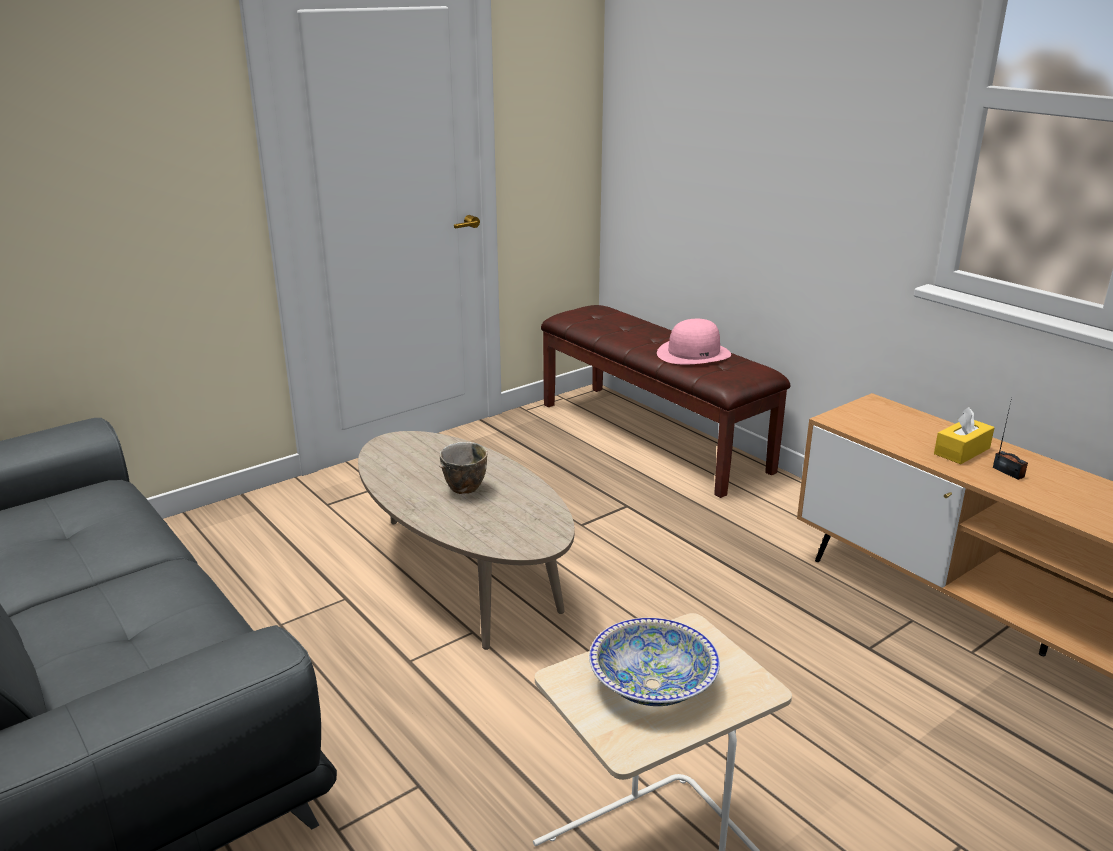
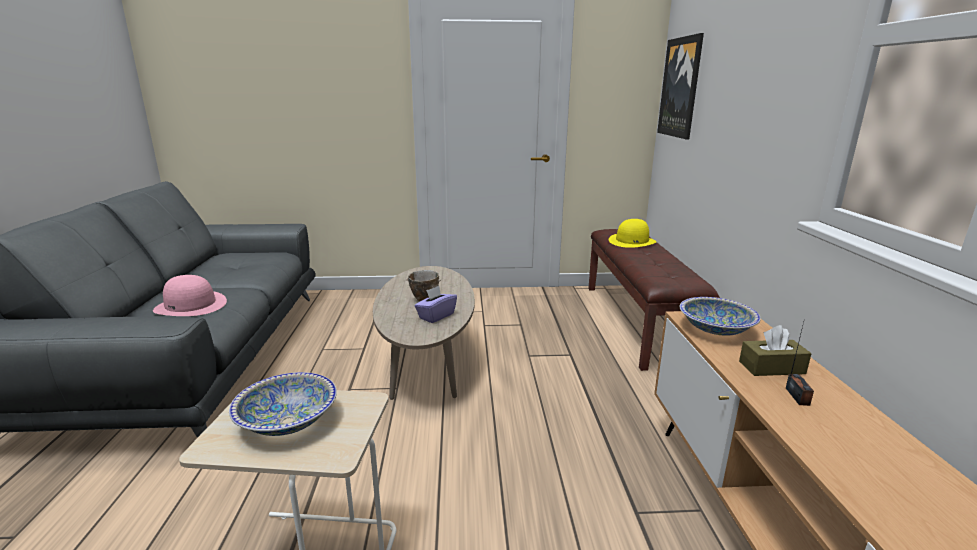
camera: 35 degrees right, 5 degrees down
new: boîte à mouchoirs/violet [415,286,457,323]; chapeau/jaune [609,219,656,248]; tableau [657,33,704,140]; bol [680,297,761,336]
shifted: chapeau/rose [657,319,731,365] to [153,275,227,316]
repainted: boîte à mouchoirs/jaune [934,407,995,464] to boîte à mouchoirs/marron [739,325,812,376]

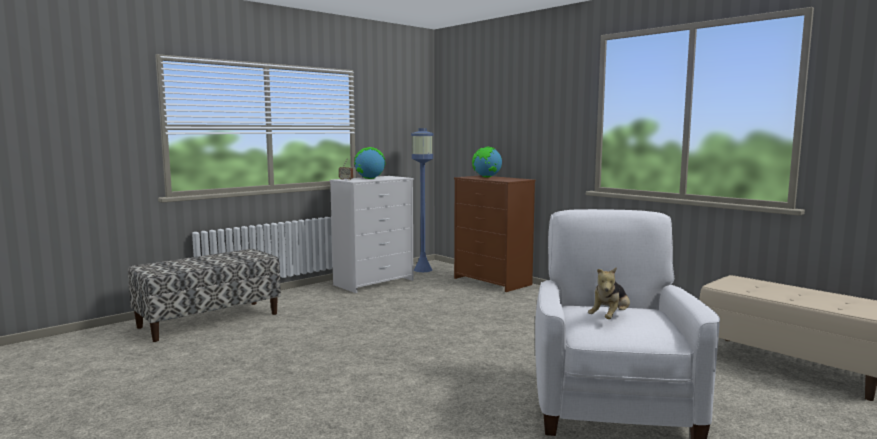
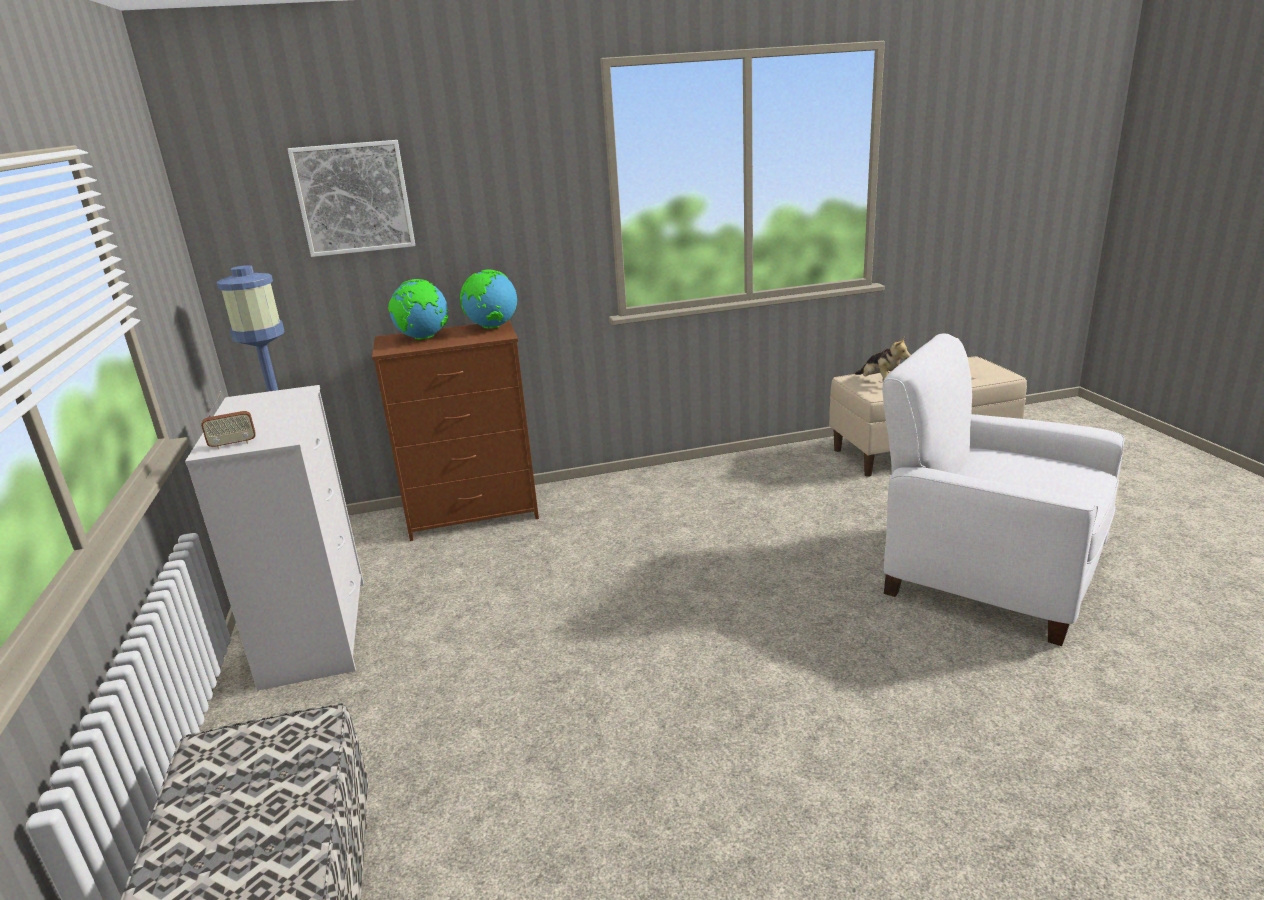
camera: 60 degrees left, 15 degrees up
new: tableau [288,140,415,257]
shifted: globe [354,147,385,179] to [460,270,517,329]; peluche [588,267,630,319] to [855,336,911,382]

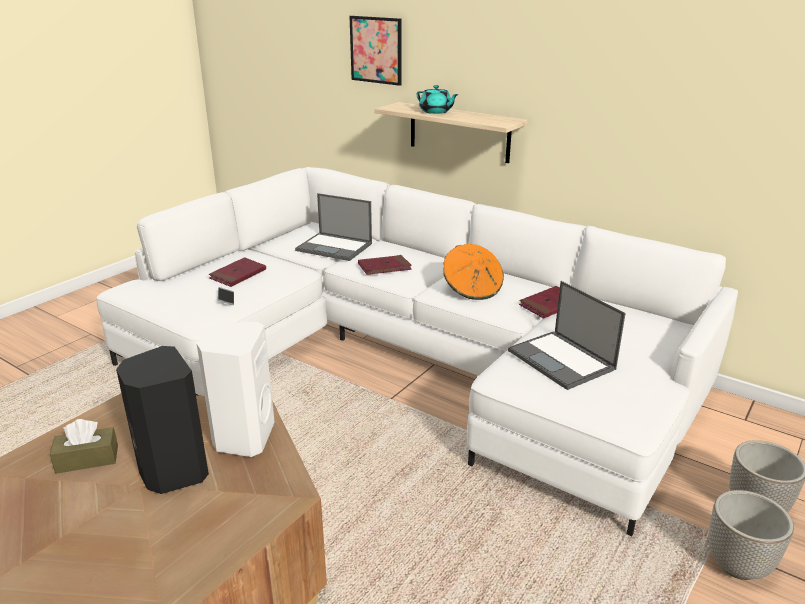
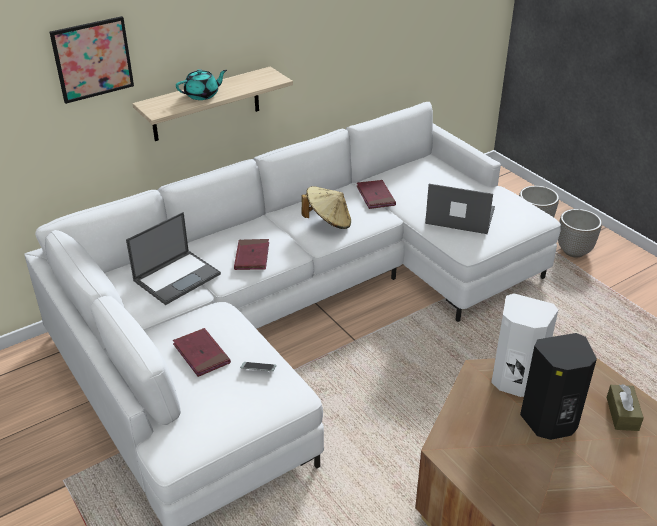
camera: 70 degrees left, 10 degrees up
shifted: boîte à mouchoirs/marron [50,419,118,474] to [607,384,644,431]
repainted: chapeau/orange [443,244,504,300] to chapeau/beige [301,186,351,229]
rotated: ordinateur portable [508,281,626,390] = [425,184,495,234] 150 degrees counterclockwise

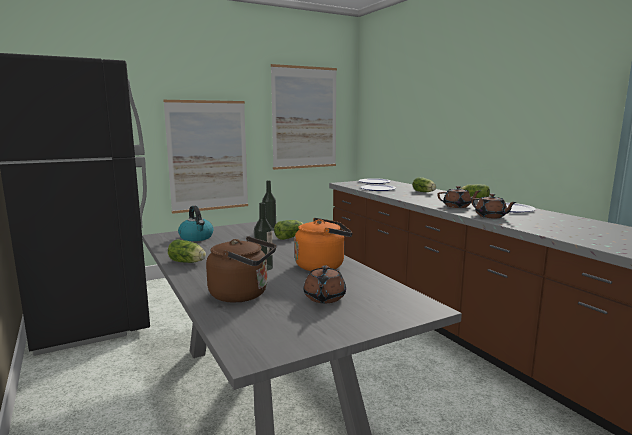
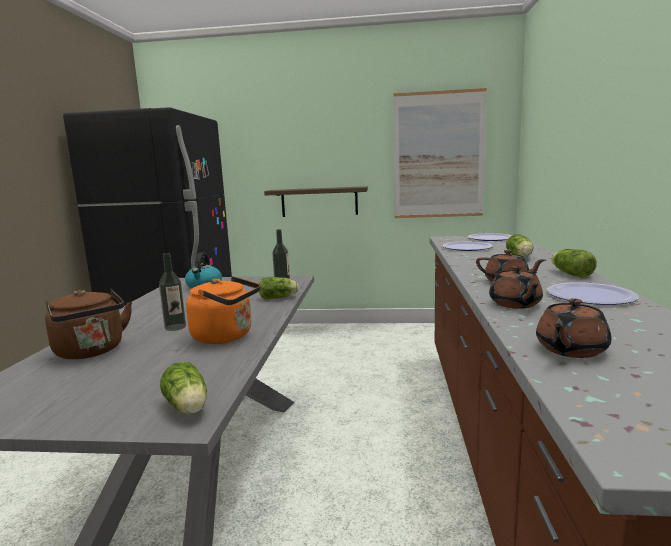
camera: 35 degrees right, 0 degrees up
shifted: laitue [168,239,206,263] to [160,361,207,414]; théière/marron [304,265,346,303] to [536,298,611,358]
swapped: tableau [163,100,248,214] to étagère [264,186,368,217]

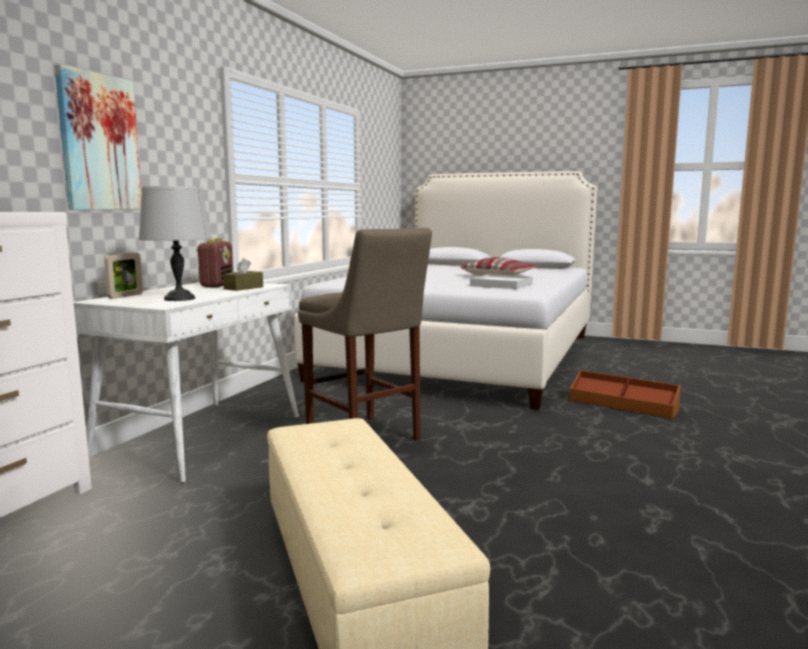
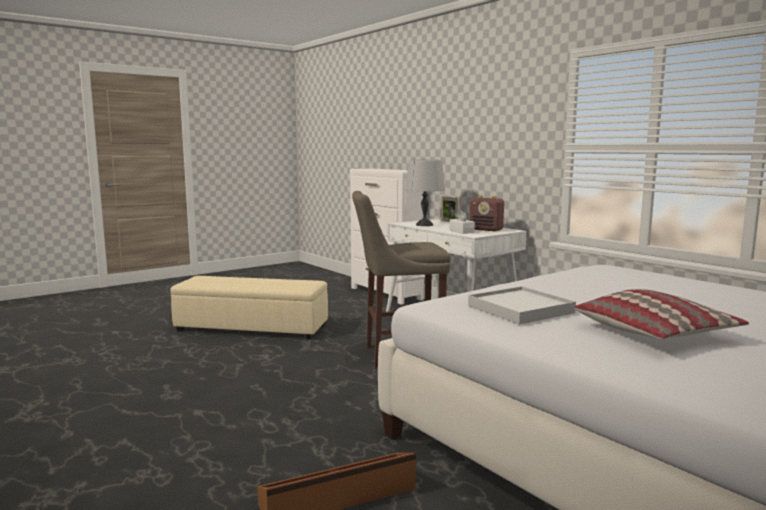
camera: 120 degrees right, 0 degrees up
gone: tableau [54,64,141,210]
repainted: boîte à mouchoirs/marron [223,258,263,291] to boîte à mouchoirs/blanc [449,210,475,234]

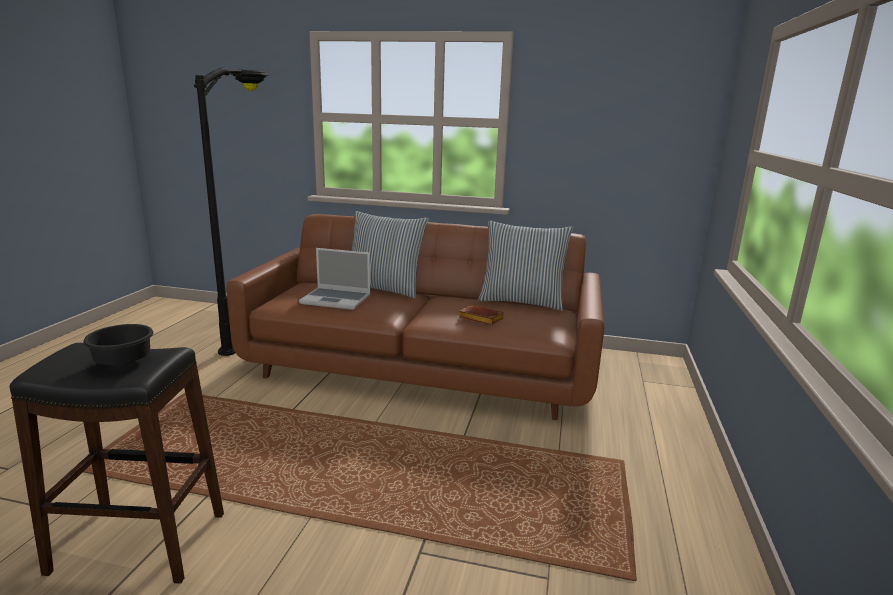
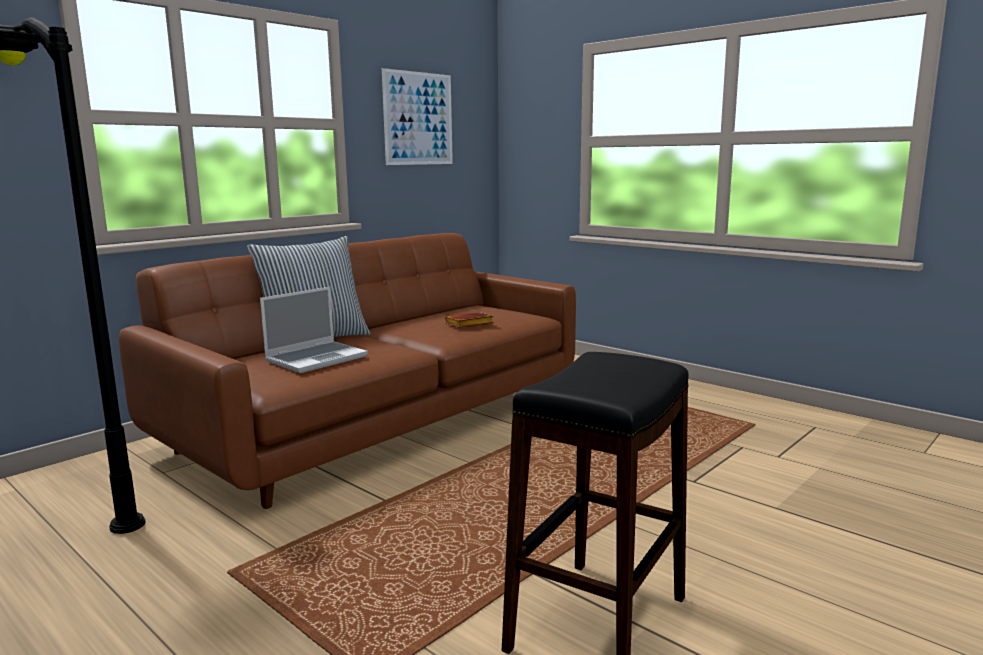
camera: 60 degrees left, 5 degrees down
gone: bol/noir [83,324,154,366]; coussin [478,221,573,311]
new: tableau [382,68,453,165]

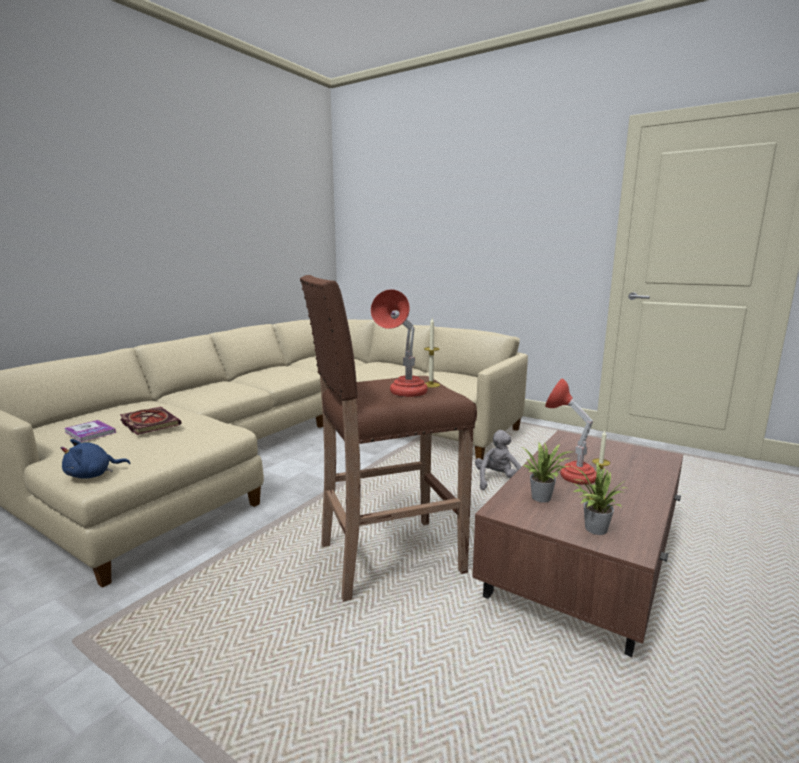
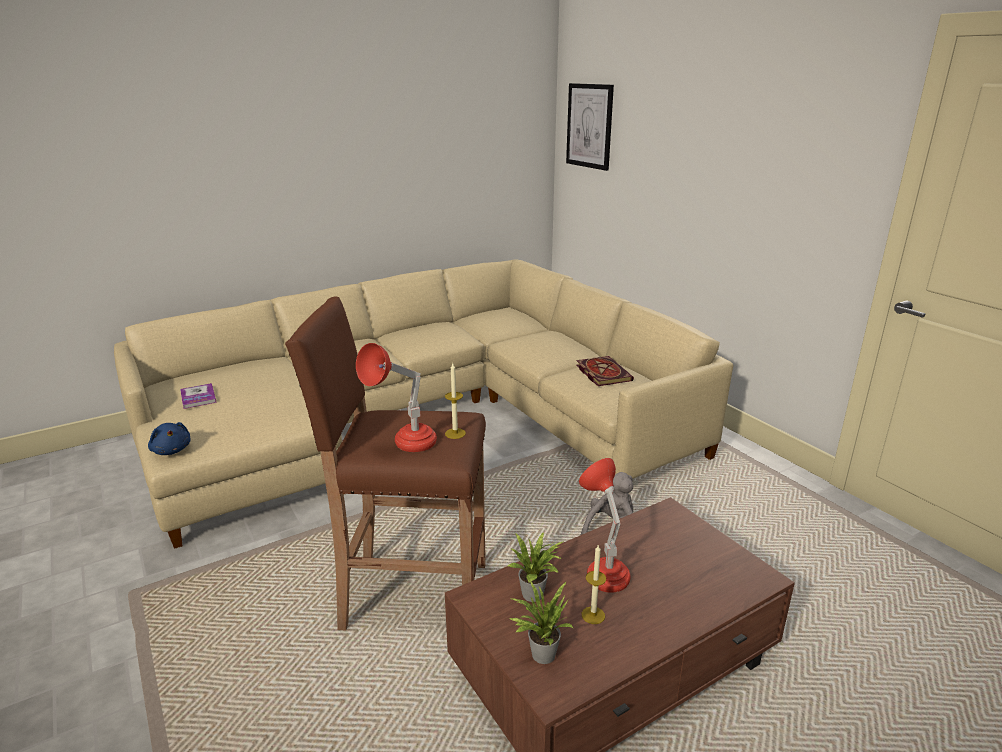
camera: 25 degrees right, 10 degrees up
new: tableau [566,83,614,171]
shifted: livre [120,407,181,435] to [576,356,634,386]
rotated: peluche/bleu [61,439,130,479] = [148,422,190,455] 120 degrees counterclockwise

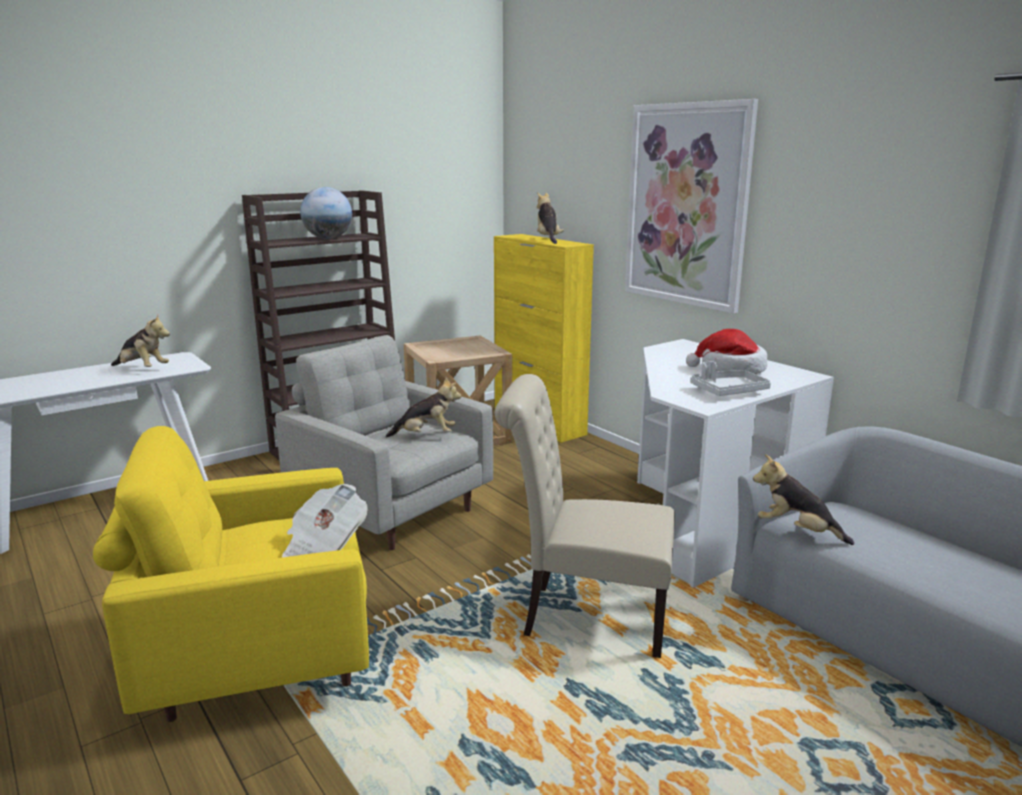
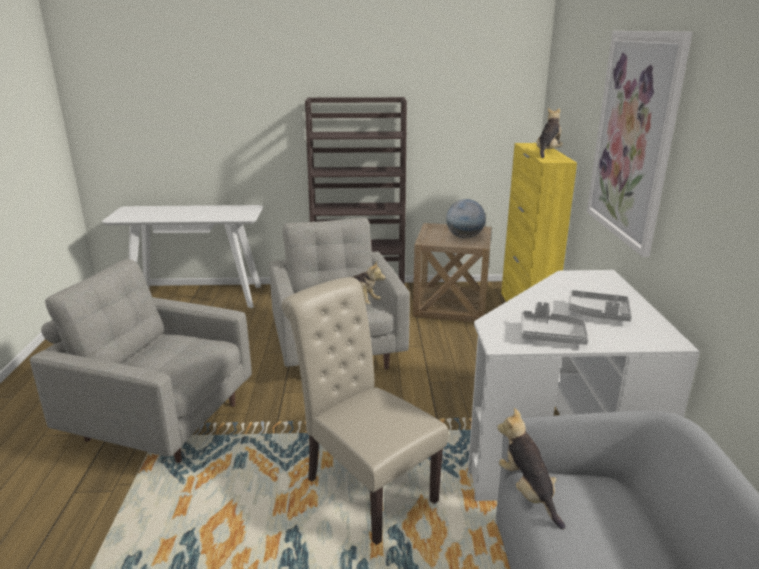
camera: 35 degrees right, 5 degrees up
gone: peluche [111,314,170,367]; journal [282,484,368,558]
shifted: globe [300,187,352,239] to [446,199,486,239]
swapped: chapeau [686,329,767,374] to plateau/gris [569,290,632,321]
repainted: fauteuil/jaune [93,426,369,722] to fauteuil/gris [30,259,252,463]

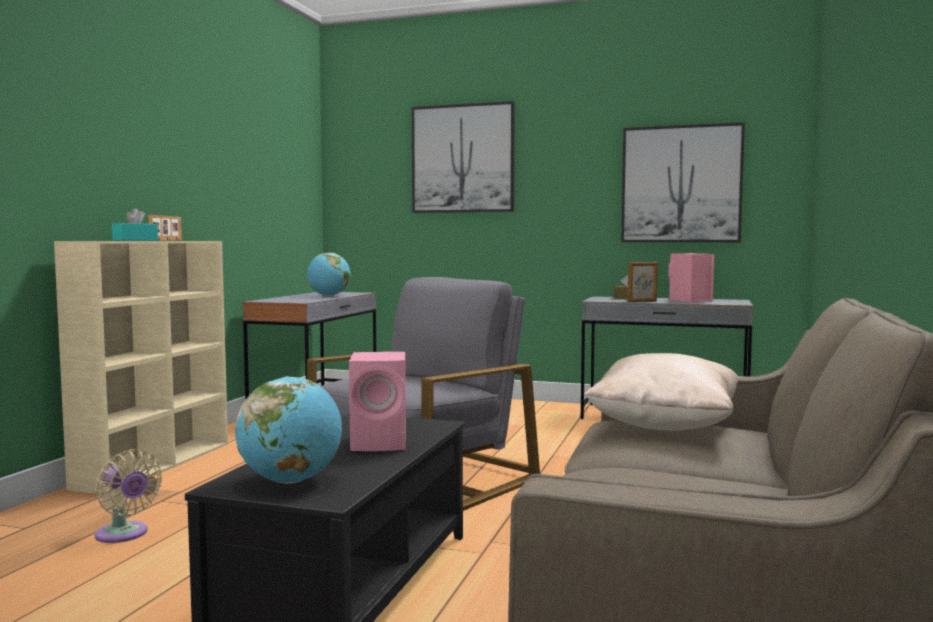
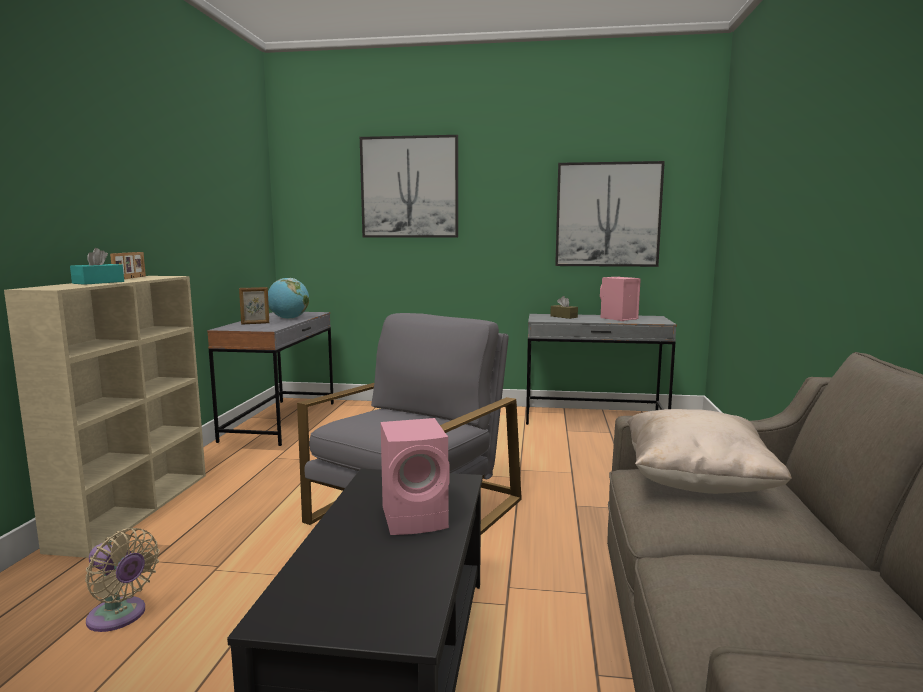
camera: 10 degrees left, 5 degrees up
gone: globe [235,376,342,484]
shifted: cadre photo [627,262,658,302] to [239,287,269,325]

